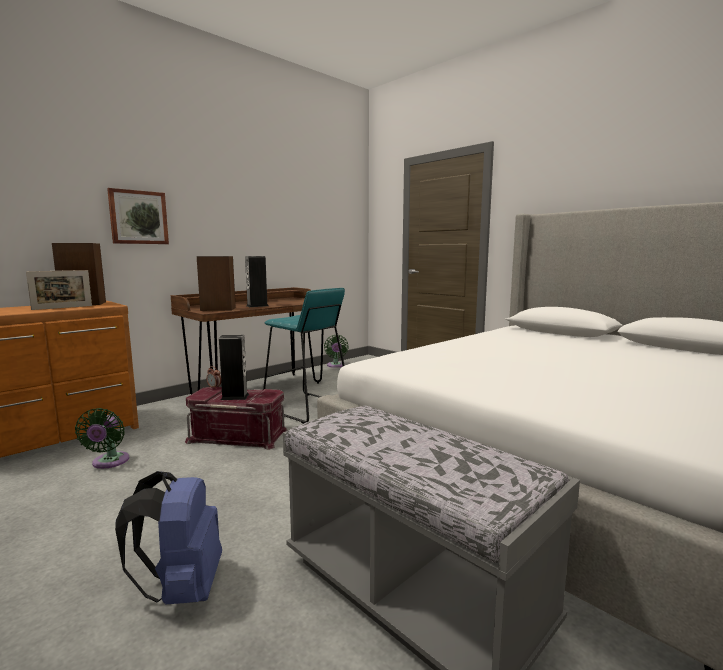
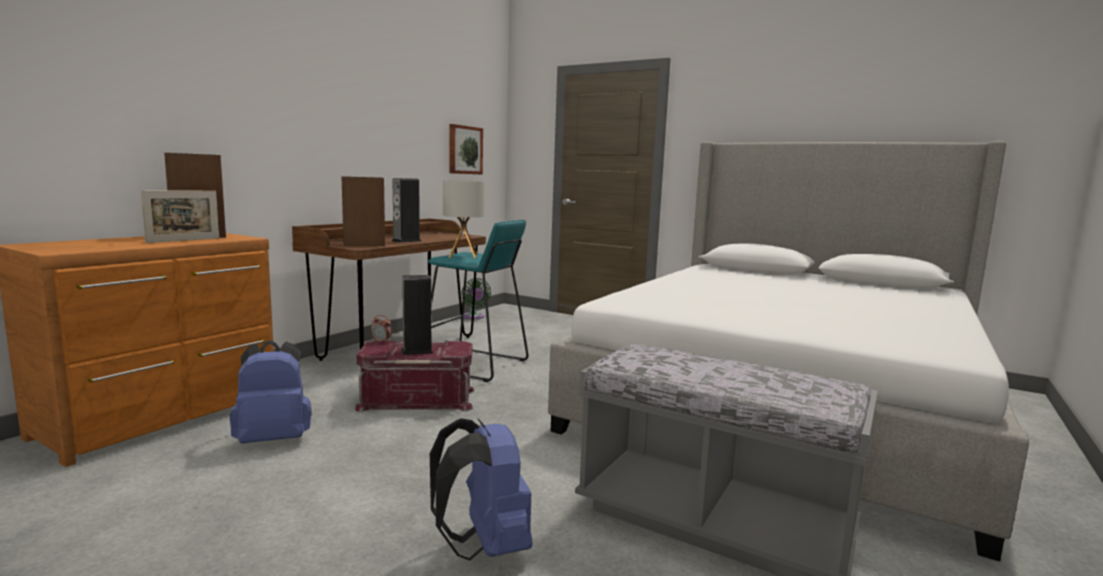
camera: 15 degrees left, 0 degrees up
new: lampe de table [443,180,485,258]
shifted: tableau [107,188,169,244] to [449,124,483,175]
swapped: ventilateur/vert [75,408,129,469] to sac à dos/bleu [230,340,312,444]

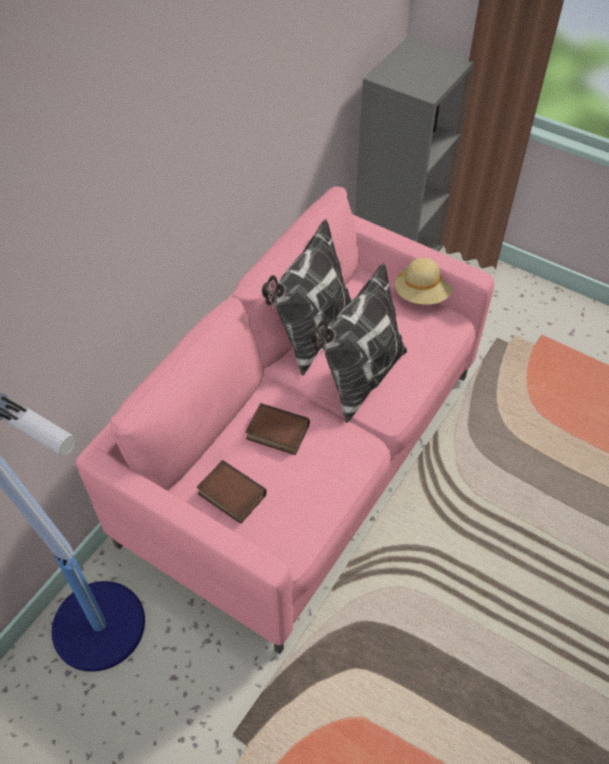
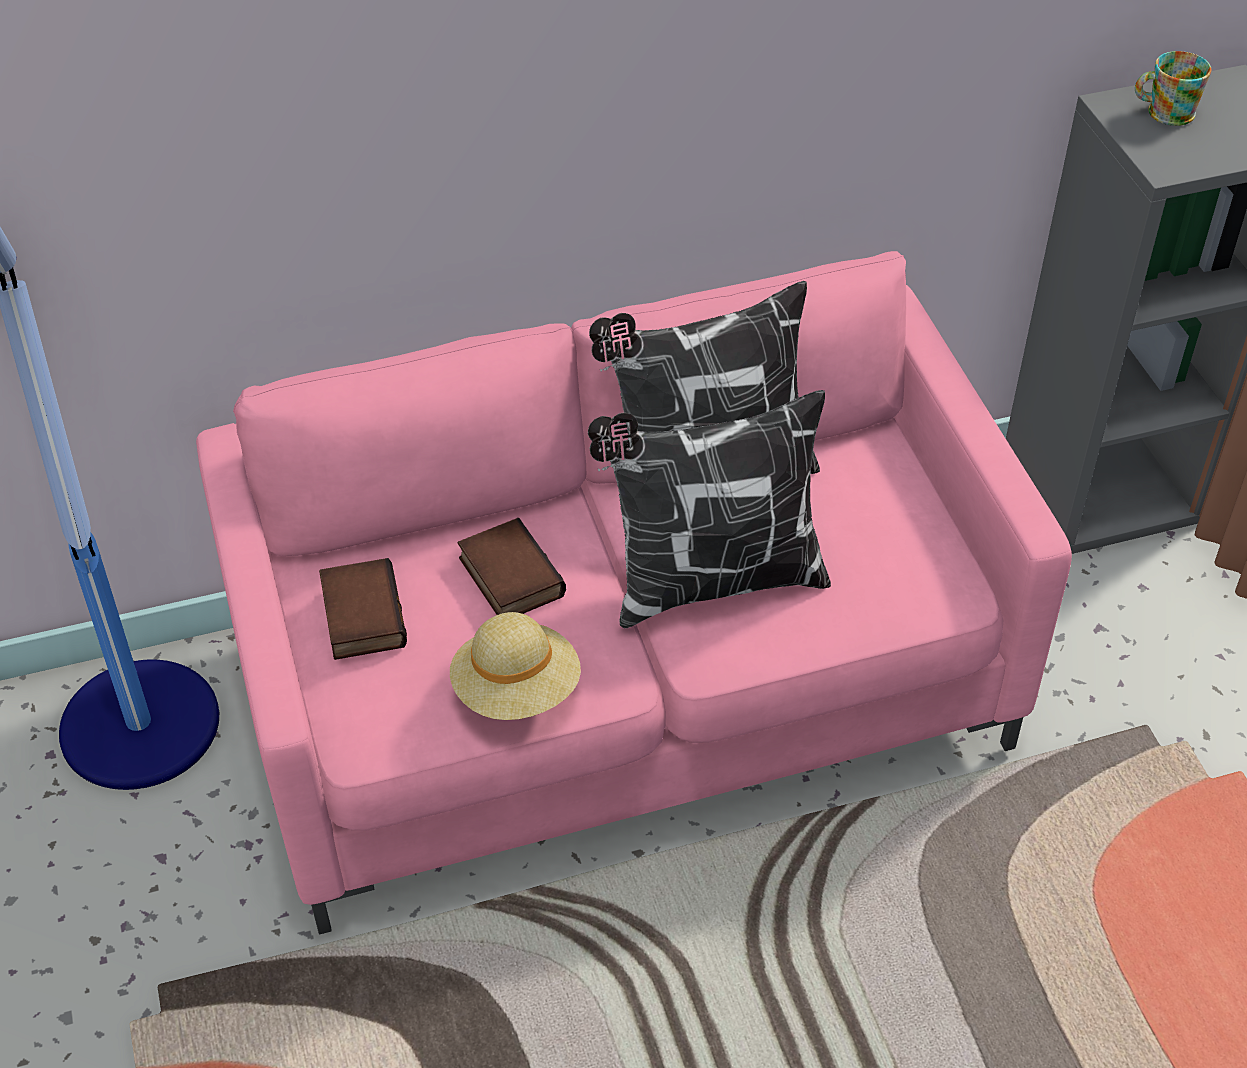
camera: 40 degrees right, 5 degrees down
new: mug [1135,51,1211,126]
shifted: chapeau/beige [395,258,453,305] to [450,612,581,720]

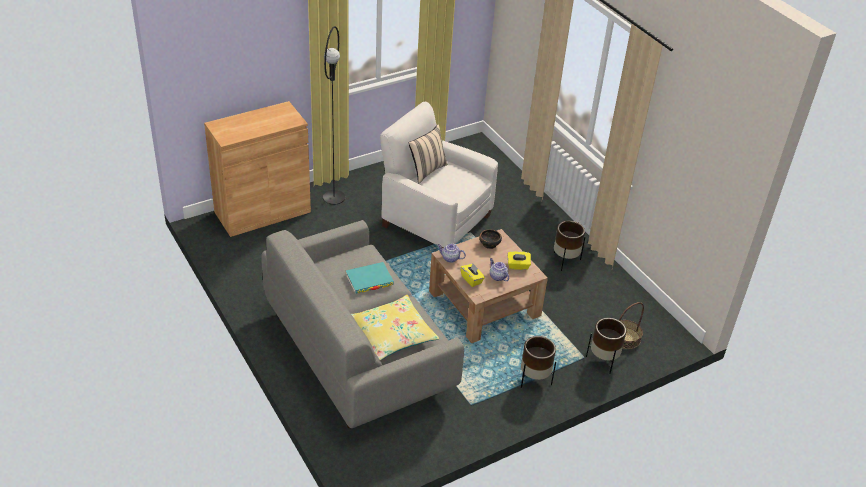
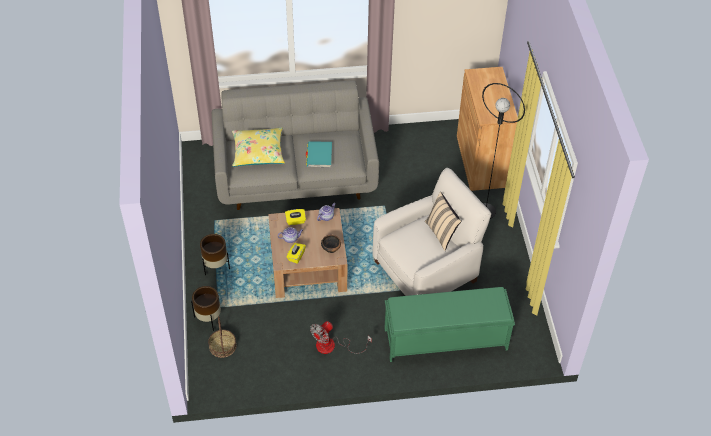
camera: 115 degrees right, 10 degrees up
new: banc/vert [384,287,515,362]
swapped: cache-pot/marron [554,221,585,271] to ventilateur [310,321,372,354]

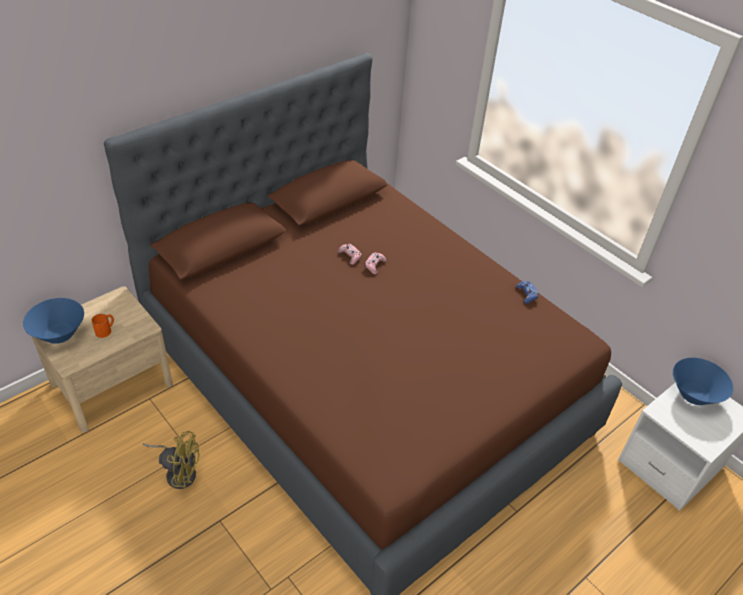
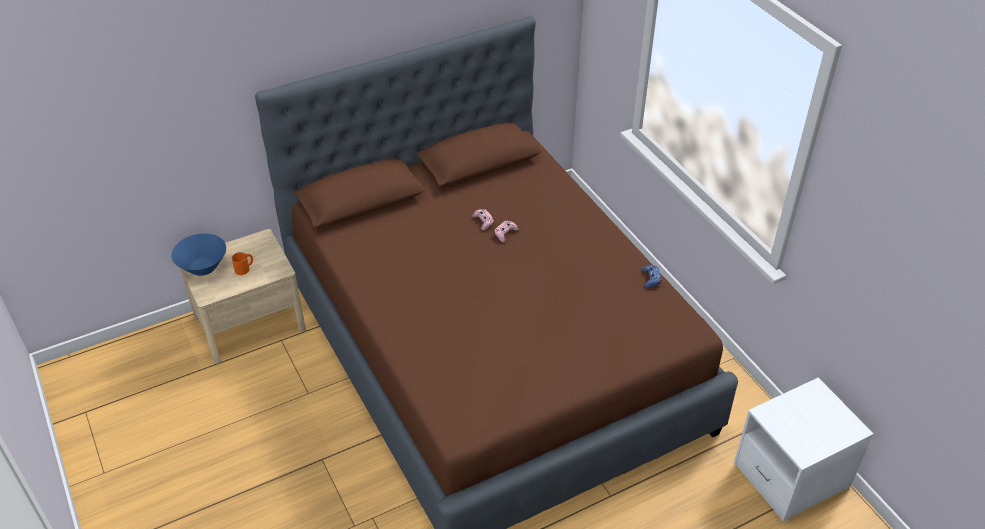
camera: 15 degrees right, 0 degrees up
gone: ventilateur/jaune [143,431,200,489]; bol/bleu [673,358,733,405]

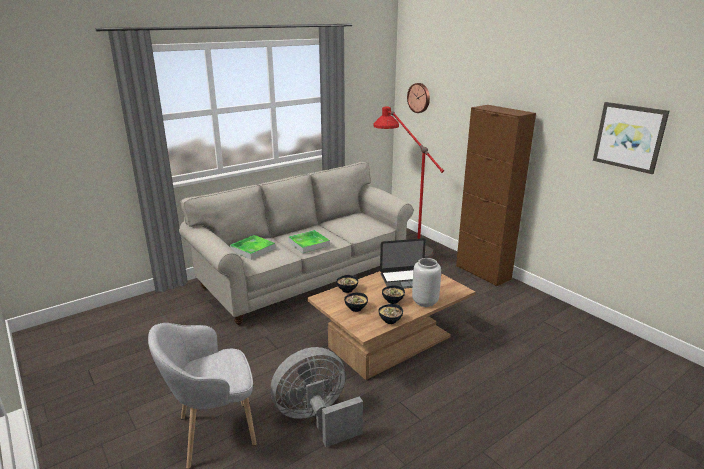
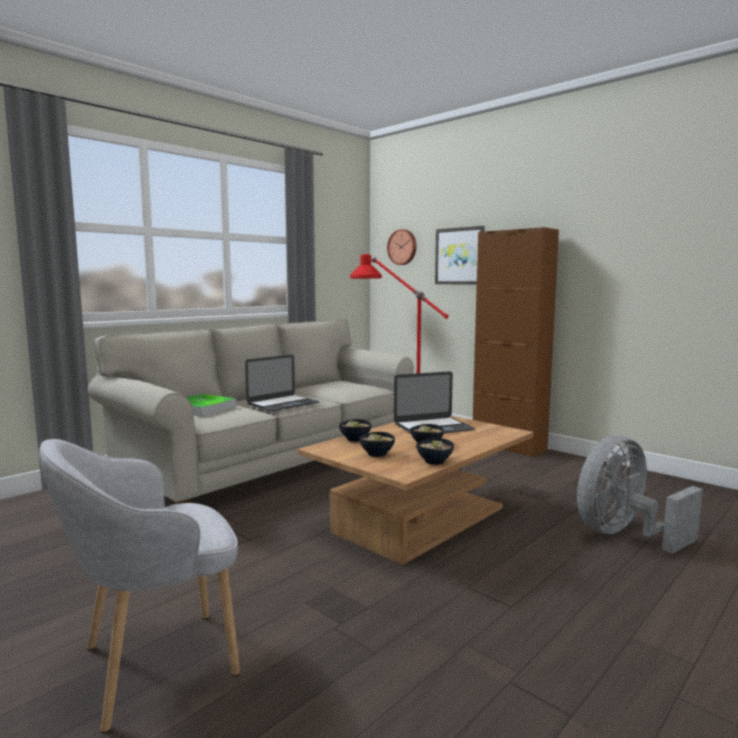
camera: 10 degrees left, 15 degrees down
gone: vase/gris [412,258,441,307]
shifted: tableau [593,102,669,174] to [435,226,485,284]; ventilateur/gris [271,347,363,447] to [577,436,703,554]
swapped: plateau [288,230,330,253] to ordinateur portable [245,355,319,411]

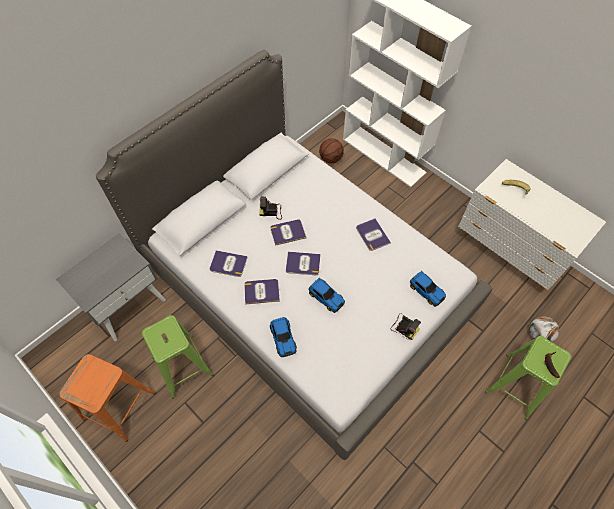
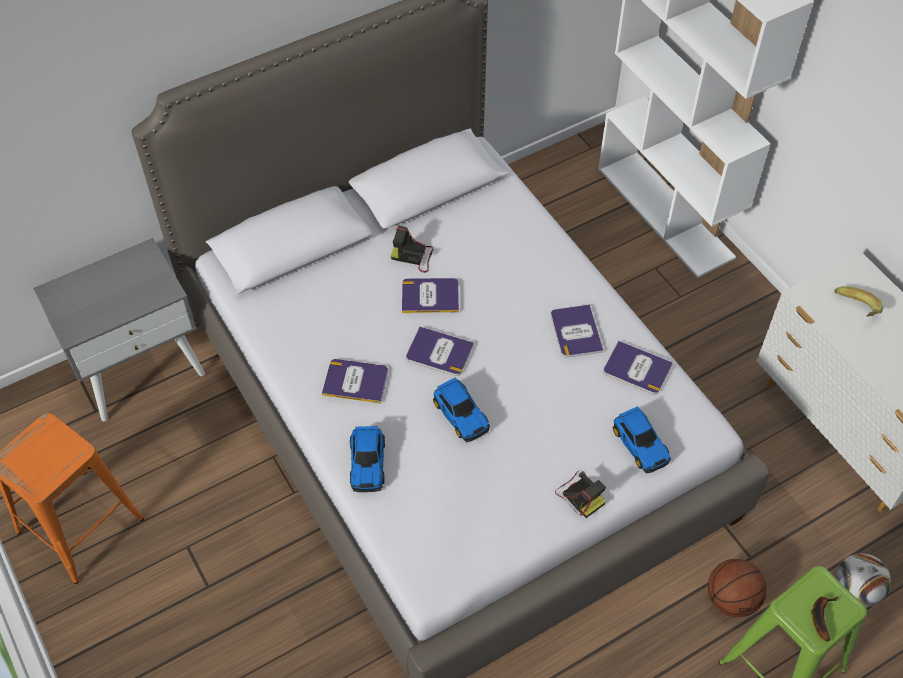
camera: 15 degrees right, 5 degrees down
gone: tabouret/vert [142,315,214,398]
shifted: livre [210,250,248,277] to [603,341,673,395]; ballon de basket [319,138,344,163] to [708,559,767,617]

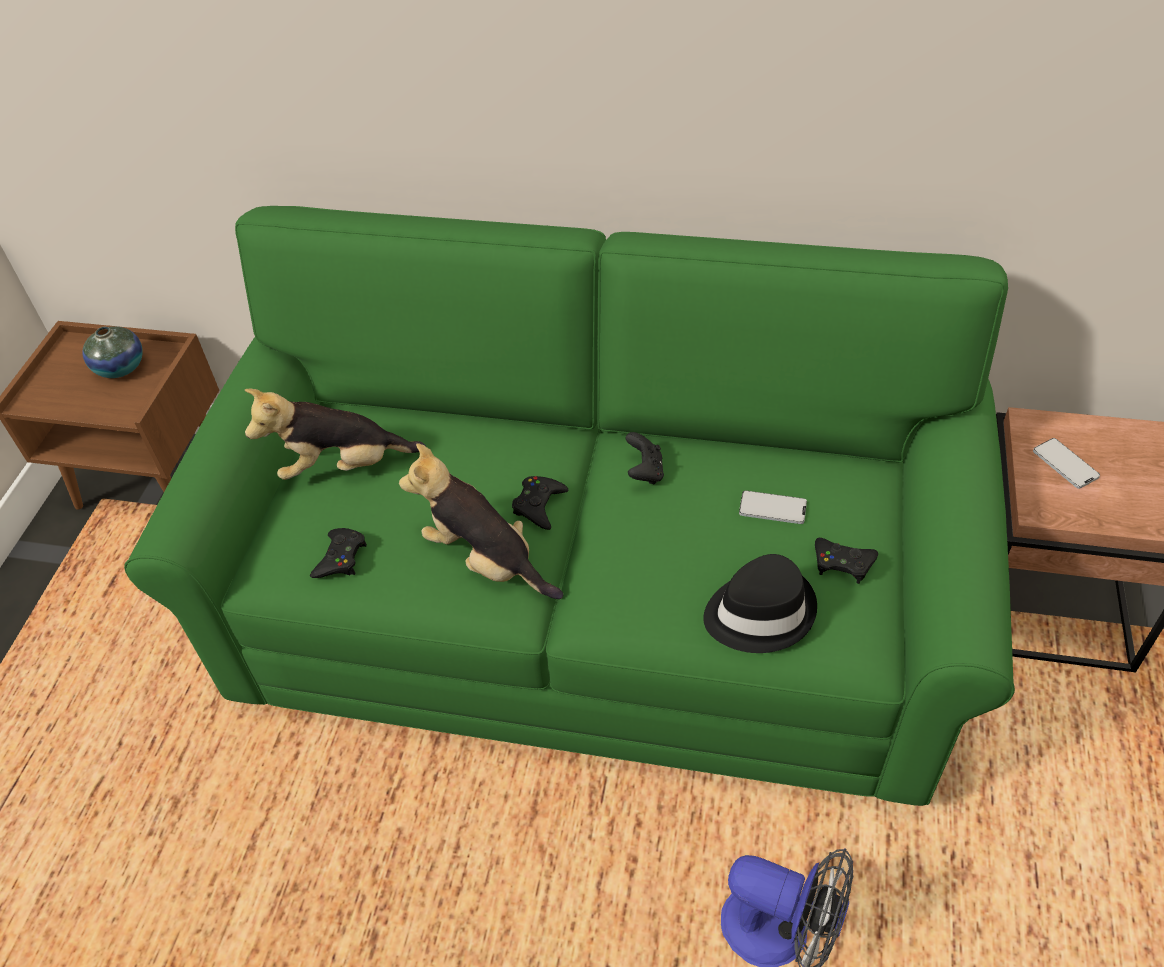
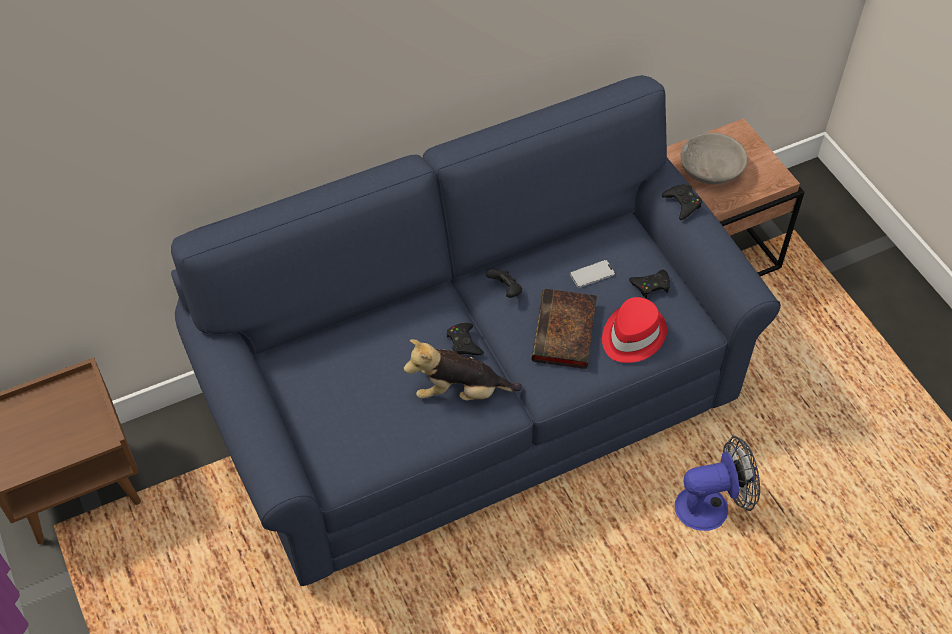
camera: 40 degrees left, 5 degrees up
gone: vase [82,326,143,378]; peluche [245,388,426,480]
new: livre [532,289,597,369]
shifted: manette/noir [310,528,367,578] to [662,184,702,220]
swapped: téléphone [1033,438,1100,489] to bol/gris [680,132,748,184]
repainted: canapé/vert [124,206,1015,806] to canapé/bleu [171,75,781,586]; chapeau/noir [703,554,817,653] to chapeau/rouge [602,297,667,363]

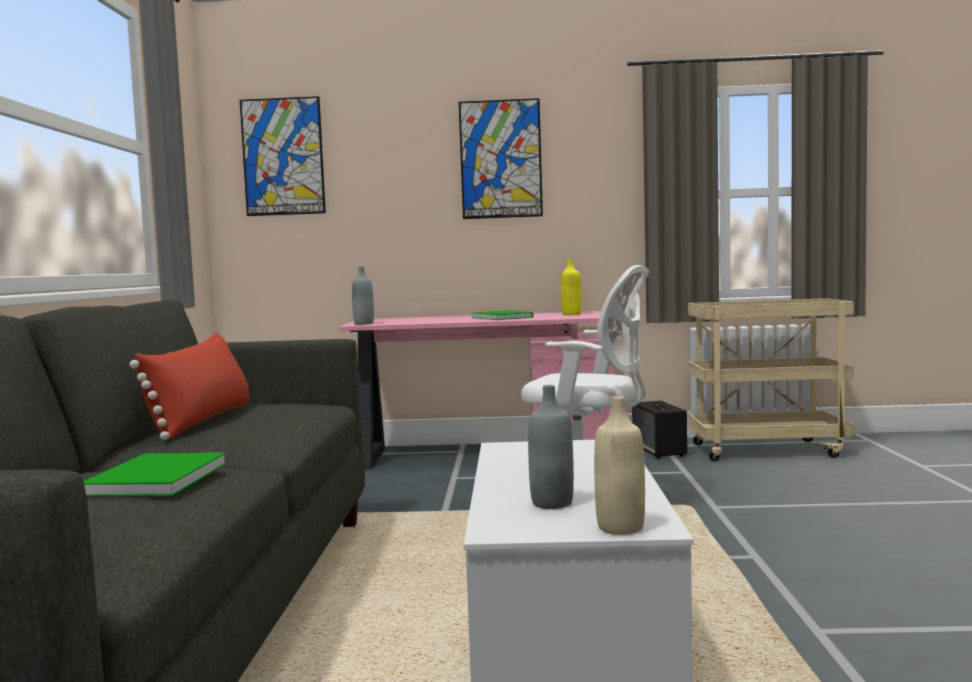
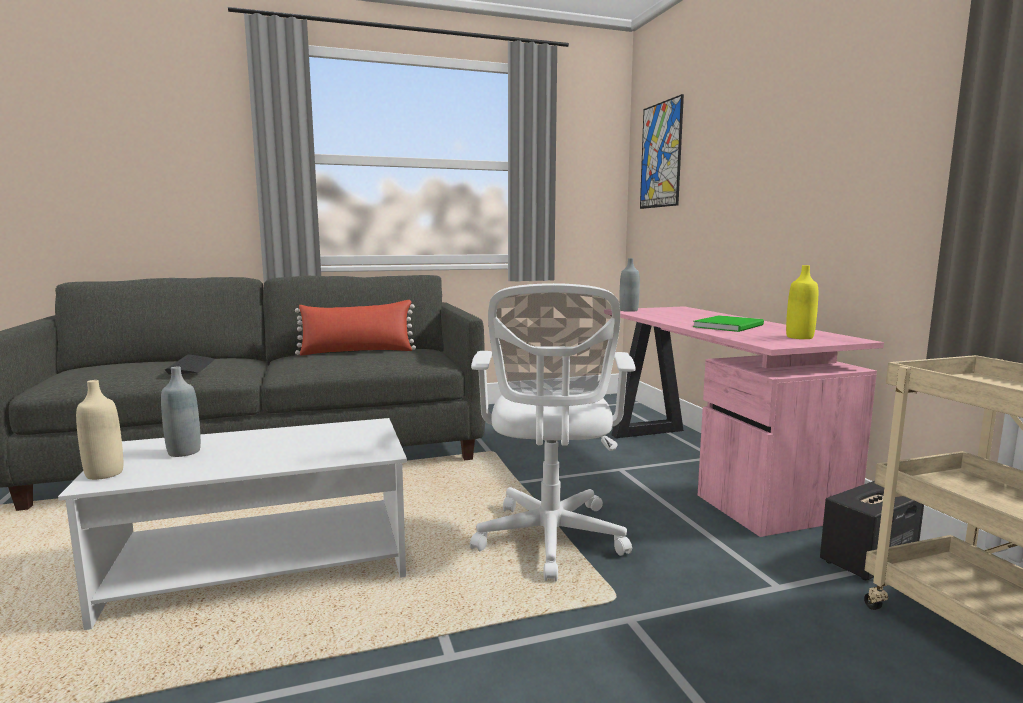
camera: 70 degrees right, 5 degrees up
gone: tableau [459,98,543,219]
swapped: livre/vert [83,453,227,496] to clavier [165,354,215,375]

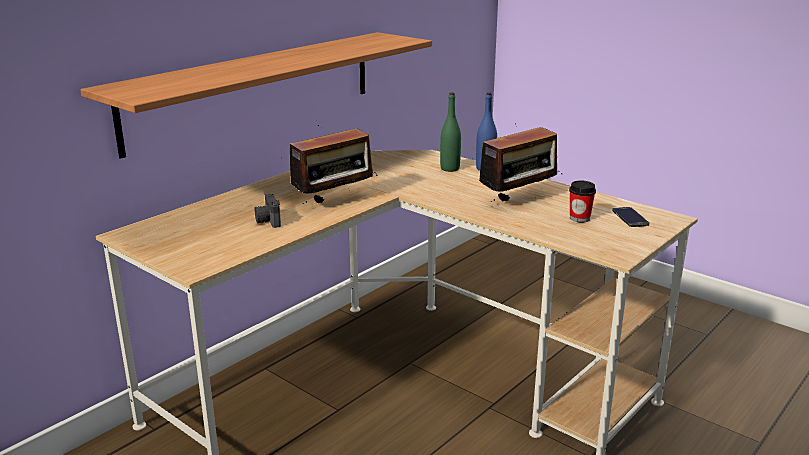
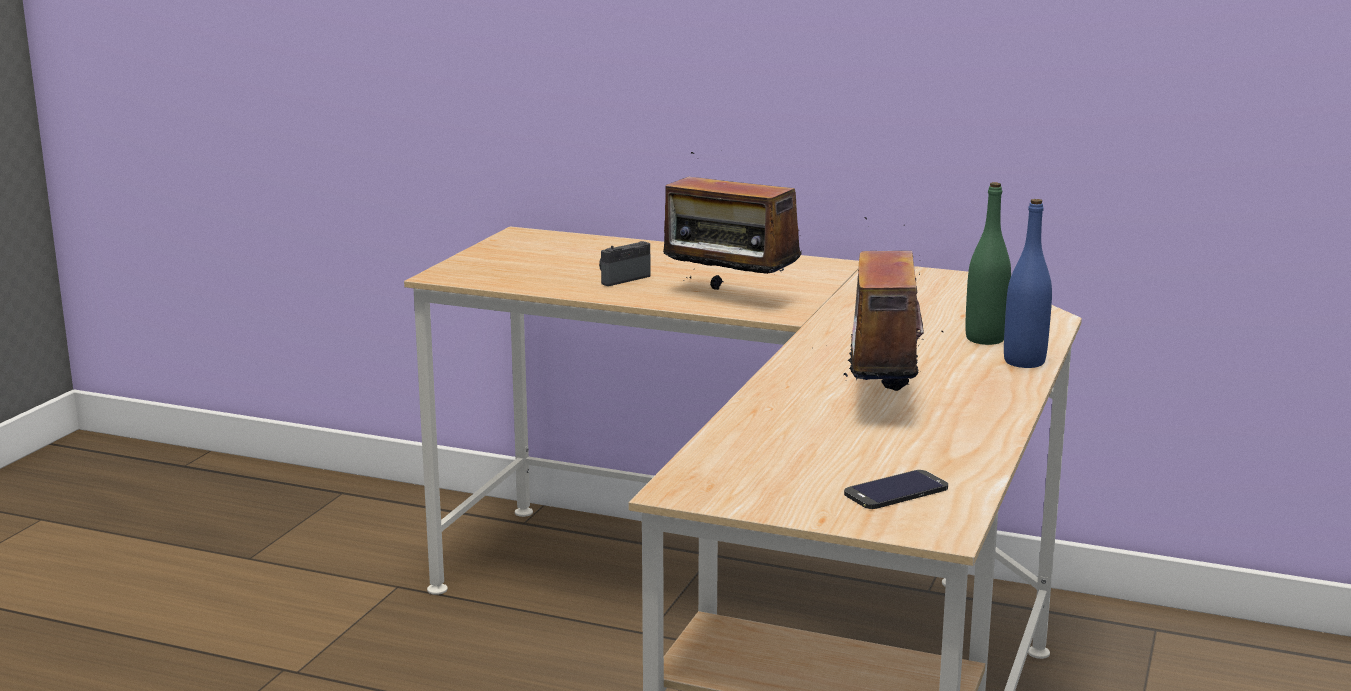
camera: 70 degrees right, 5 degrees down
gone: étagère [80,32,432,159]; tasse [569,181,596,222]
rotated: radio [479,123,562,202] = [812,217,943,391] 60 degrees clockwise

